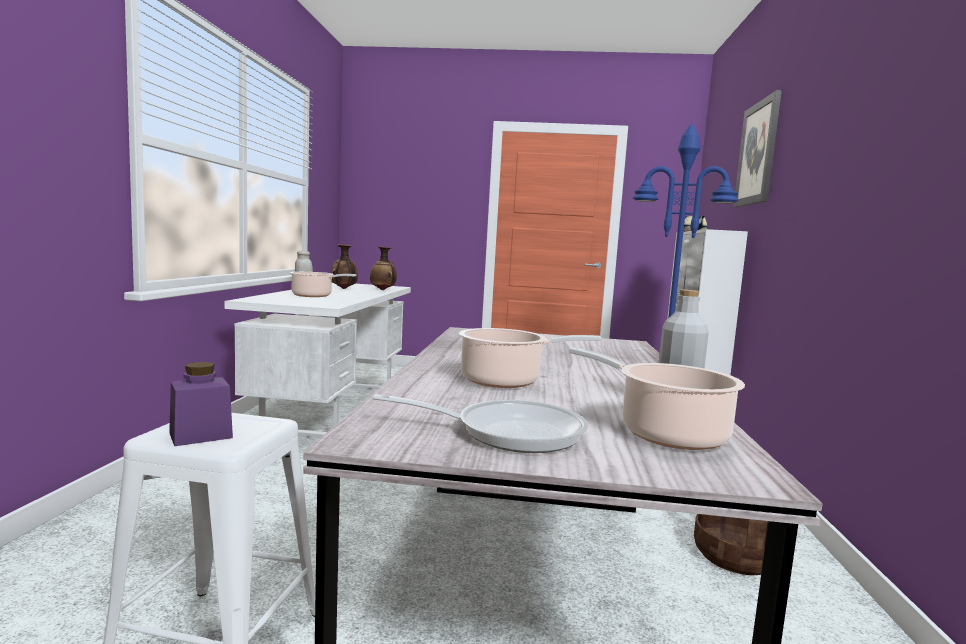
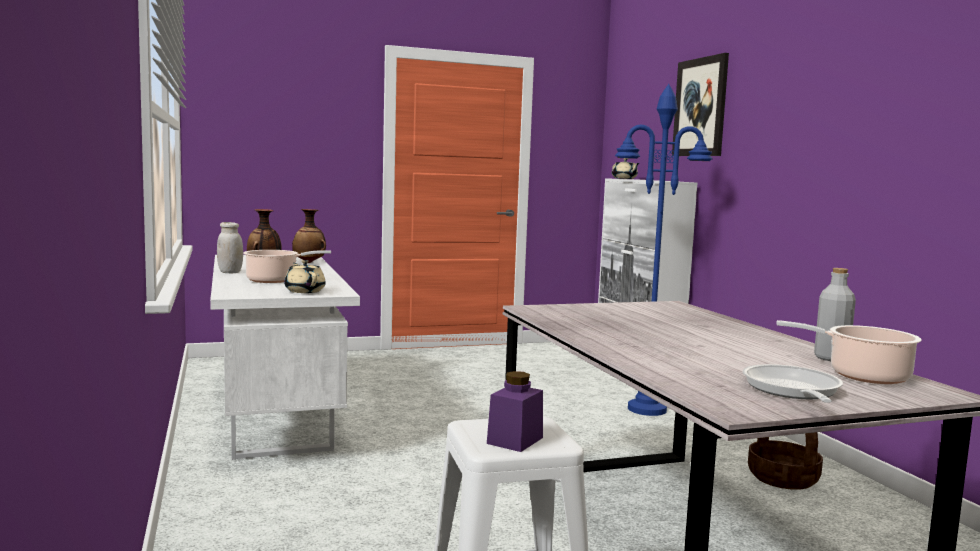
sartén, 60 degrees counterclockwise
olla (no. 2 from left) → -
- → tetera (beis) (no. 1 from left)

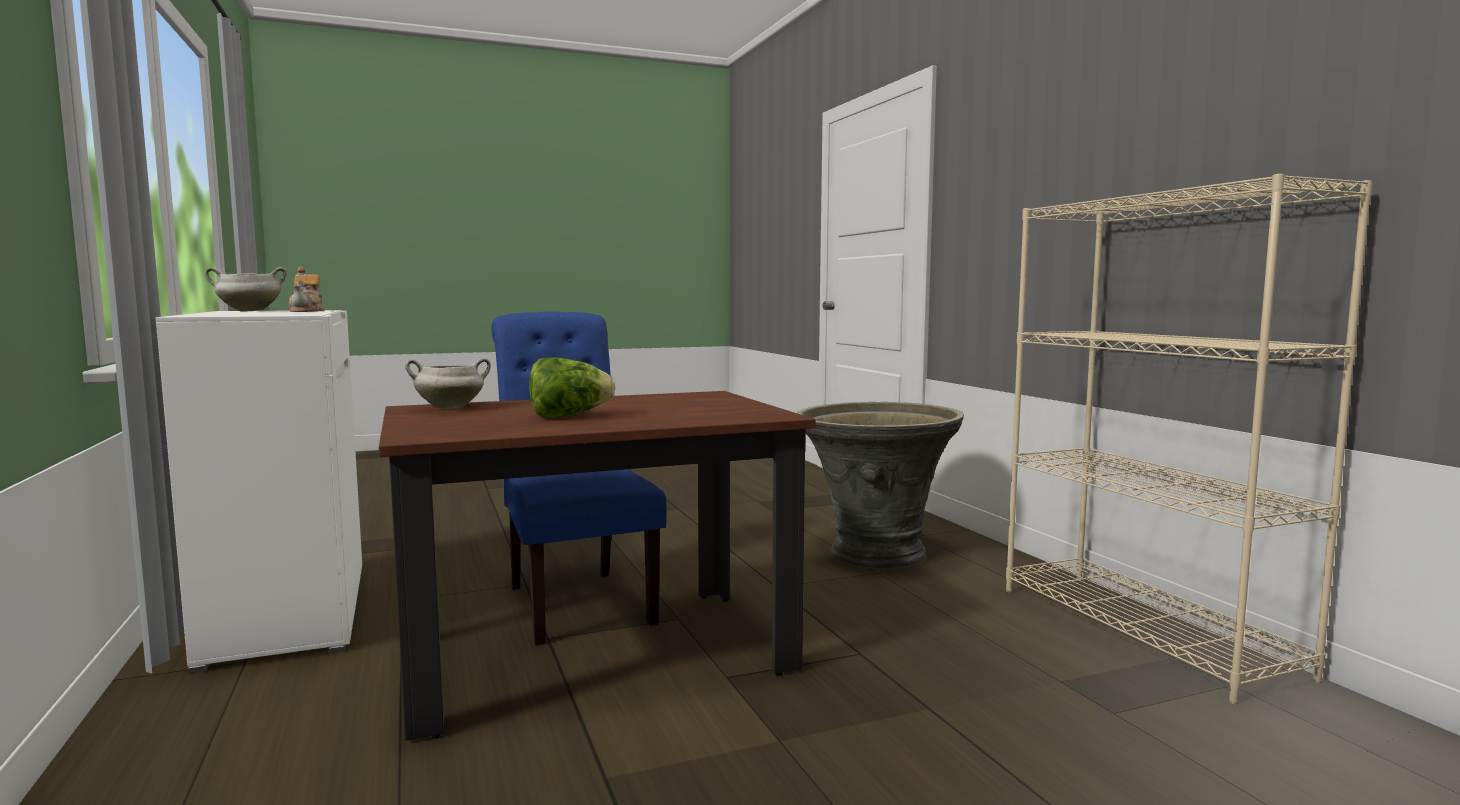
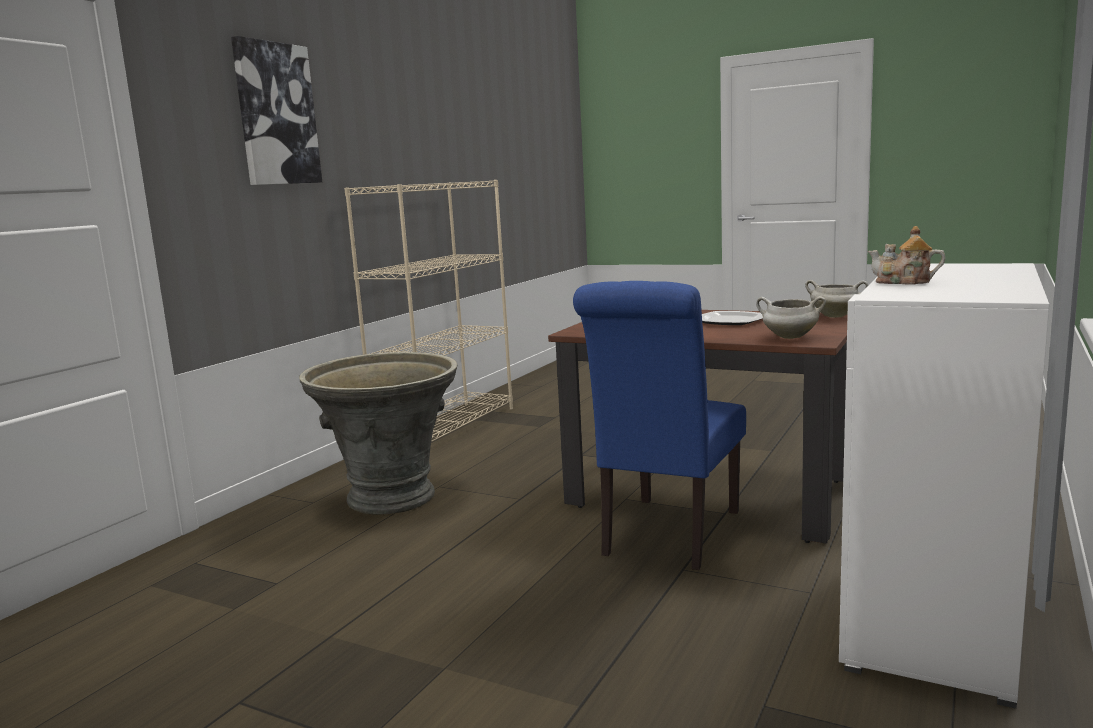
olla (blanco) (no. 1 from left in the first image) → olla (blanco) (no. 2 from left), shifted
tetera, 105 degrees counterclockwise
lechuga → plato
- → cuadro

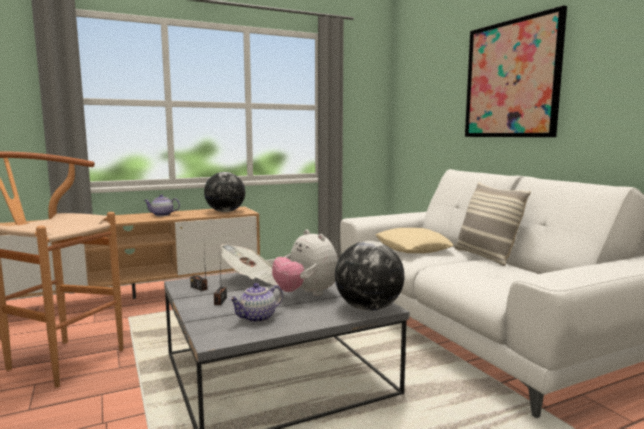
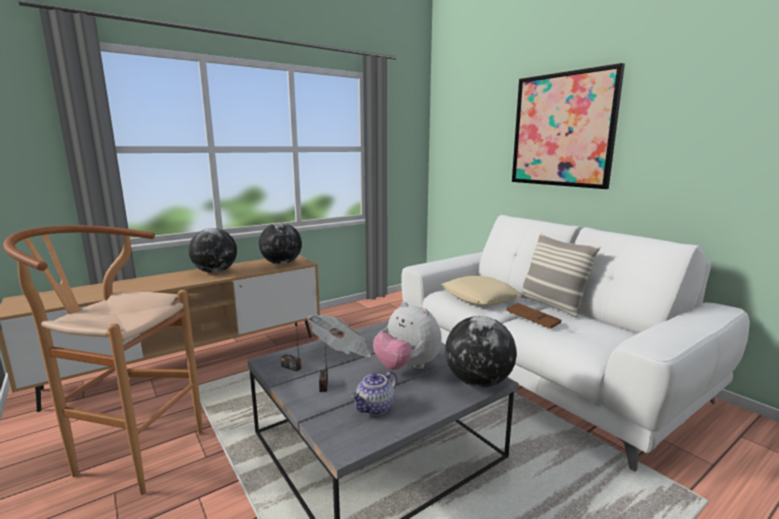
tetera (no. 1 from left) → globo terráqueo (no. 1 from left)
- → bandeja (marrón)

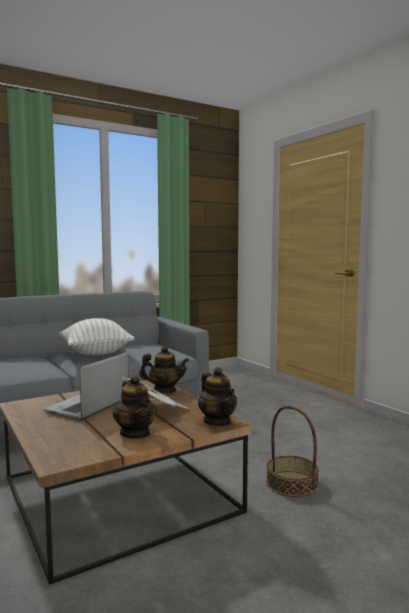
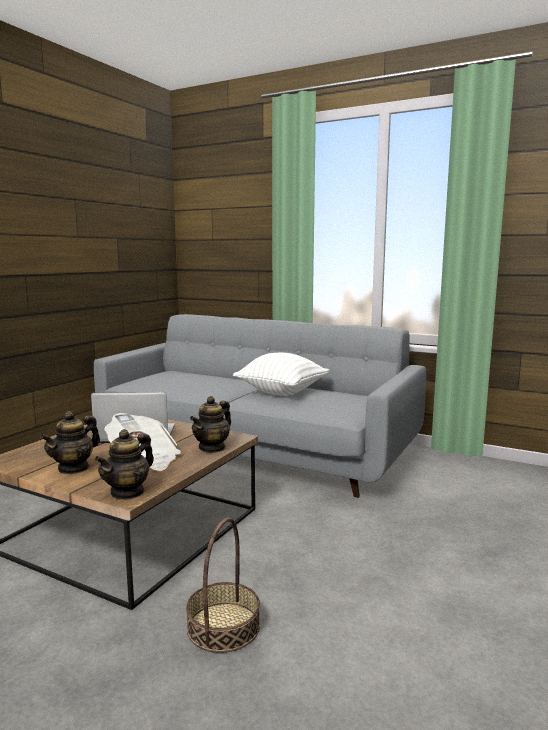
tetera (no. 2 from left in the first image) → tetera (no. 3 from left), 60 degrees clockwise

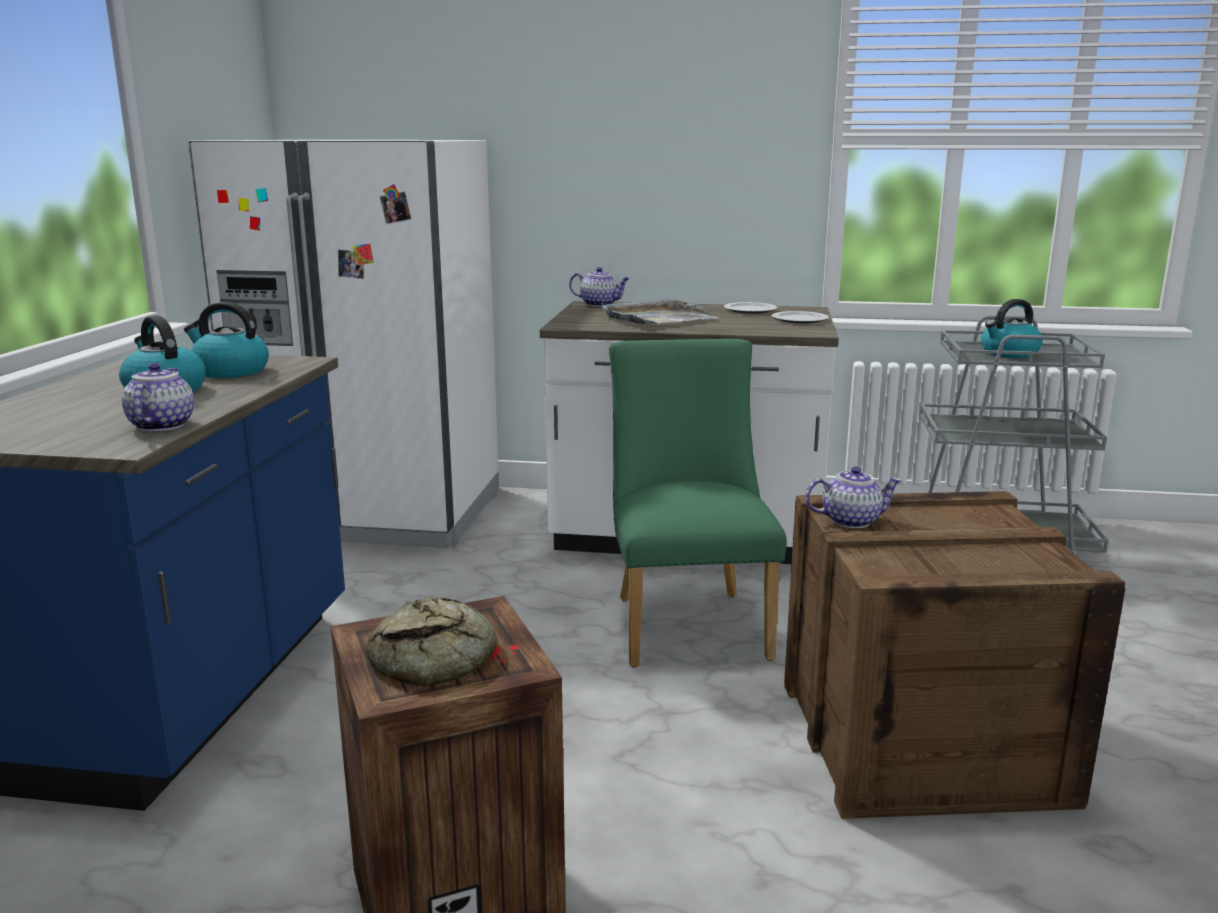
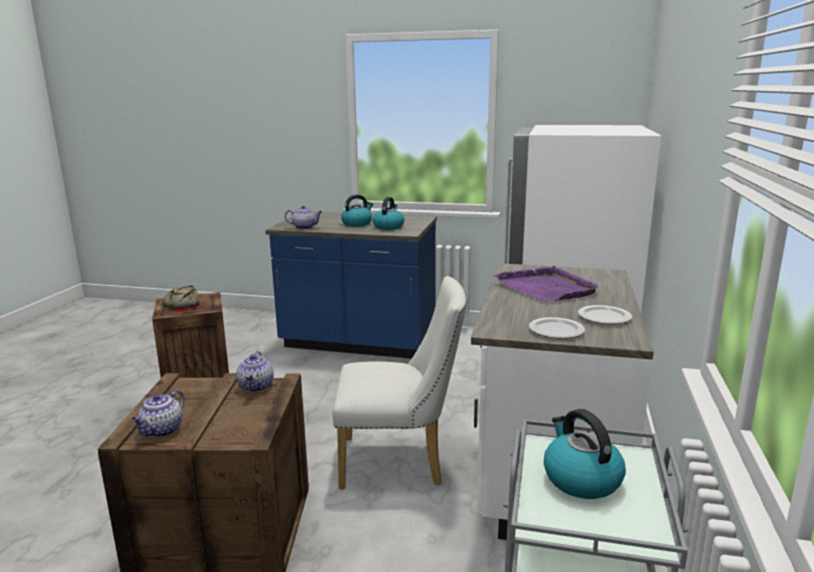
tetera (no. 2 from left in the first image) → tetera (no. 1 from left), shifted
bandeja (gris) → bandeja (morado)
silla (verde) → silla (blanco)

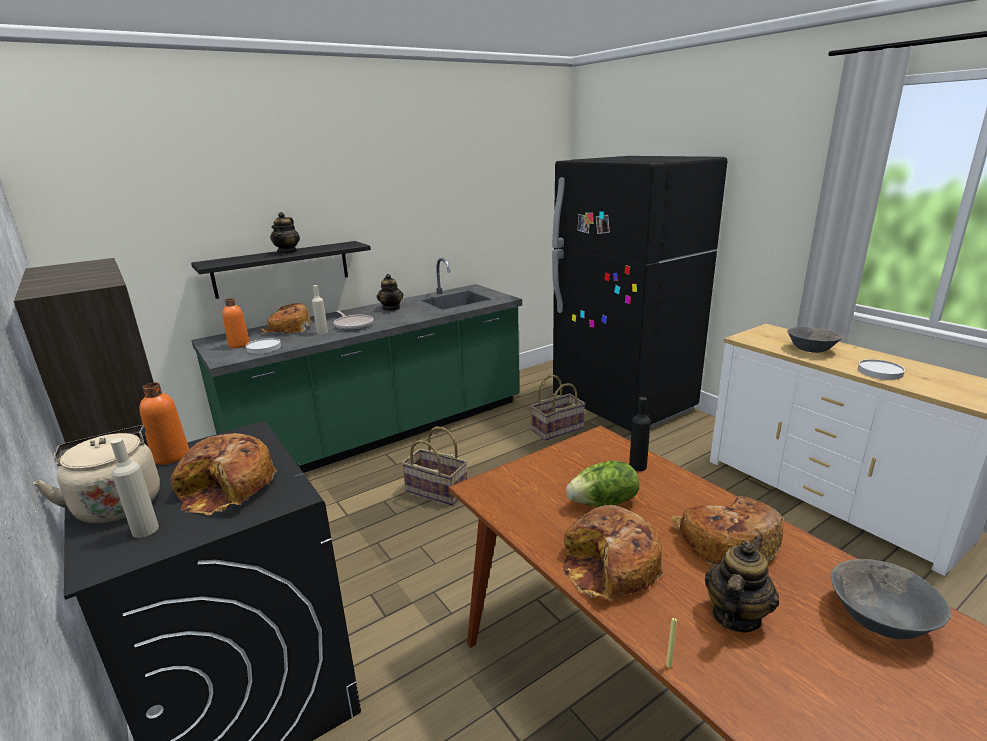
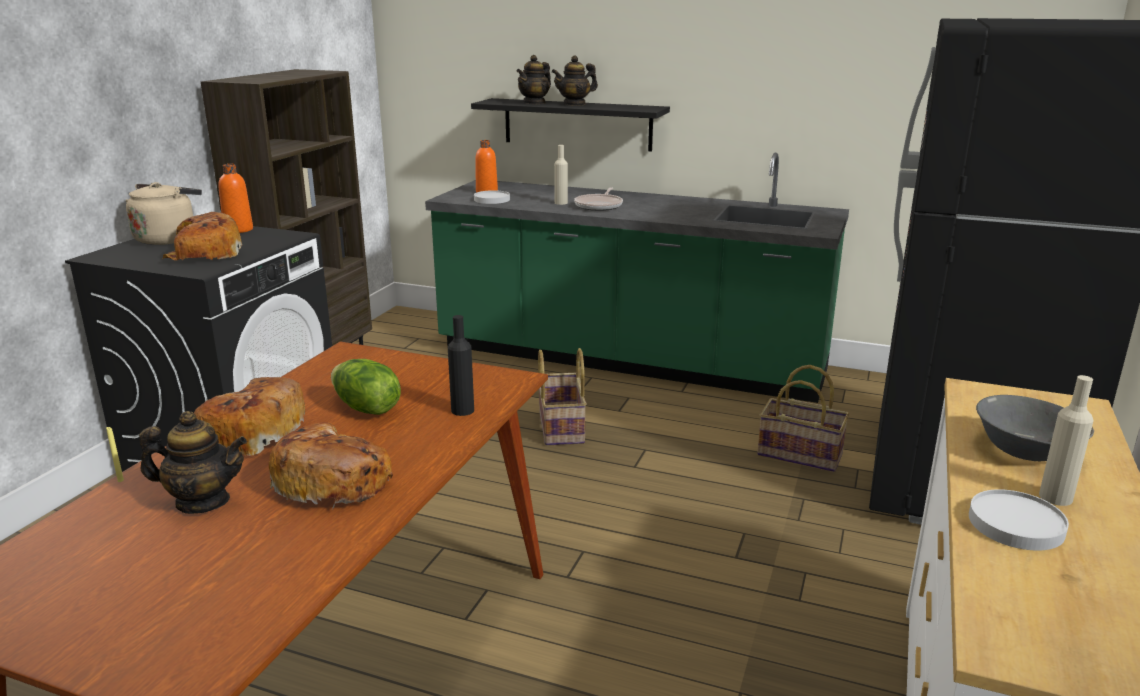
botella (beis) (no. 1 from left in the first image) → botella (beis) (no. 2 from left), shifted
pan (no. 2 from left) → -
tetera (no. 2 from left), shifted
cuenco (gris) (no. 2 from left) → -

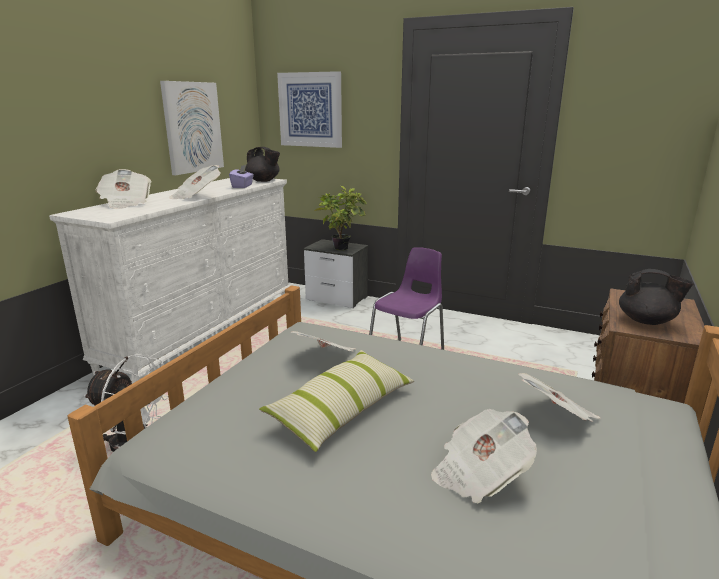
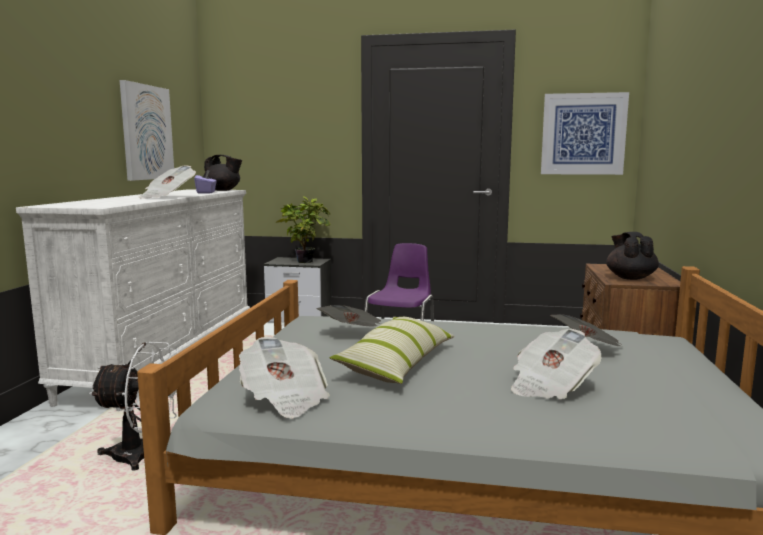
periódico (no. 1 from left in the first image) → periódico (no. 2 from left), shifted
cuadro (no. 2 from left), shifted
tetera (negro) (no. 2 from left), 105 degrees counterclockwise

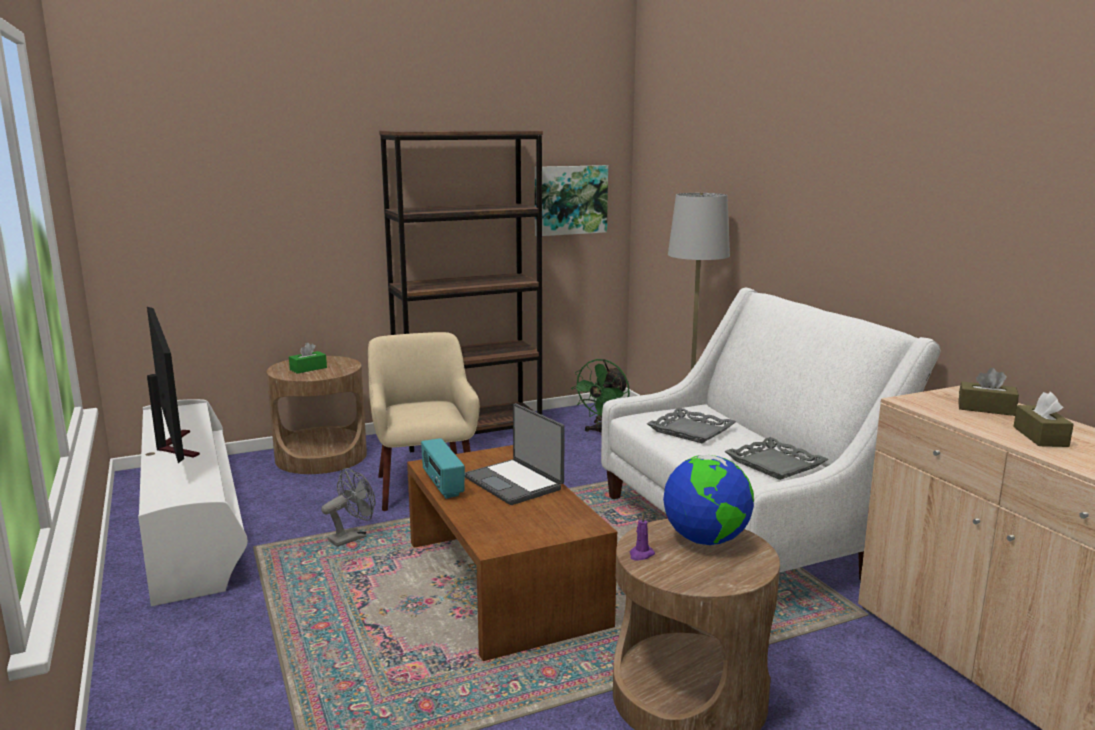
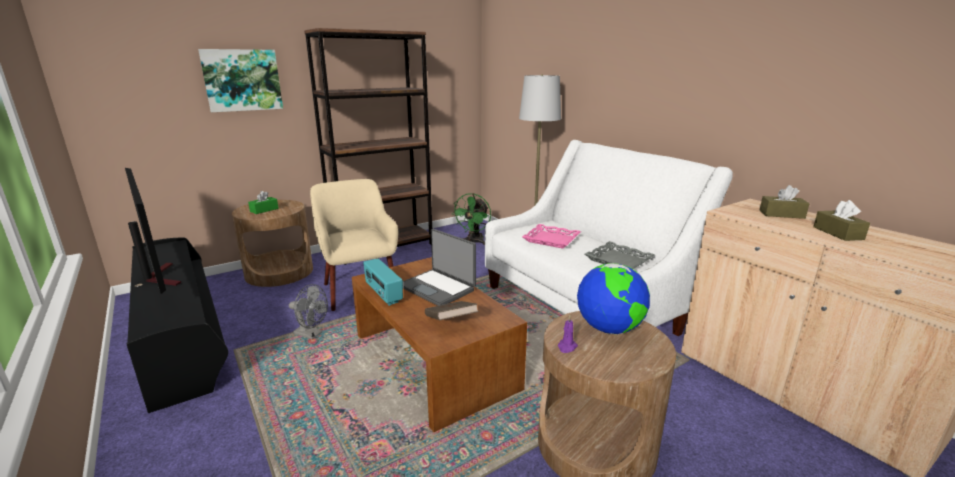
mueble de televisión (blanco) → mueble de televisión (negro)
ventilador (gris), 75 degrees clockwise
cuadro, shifted
bandeja (gris) (no. 1 from left) → bandeja (rosa)
- → libro (marrón)

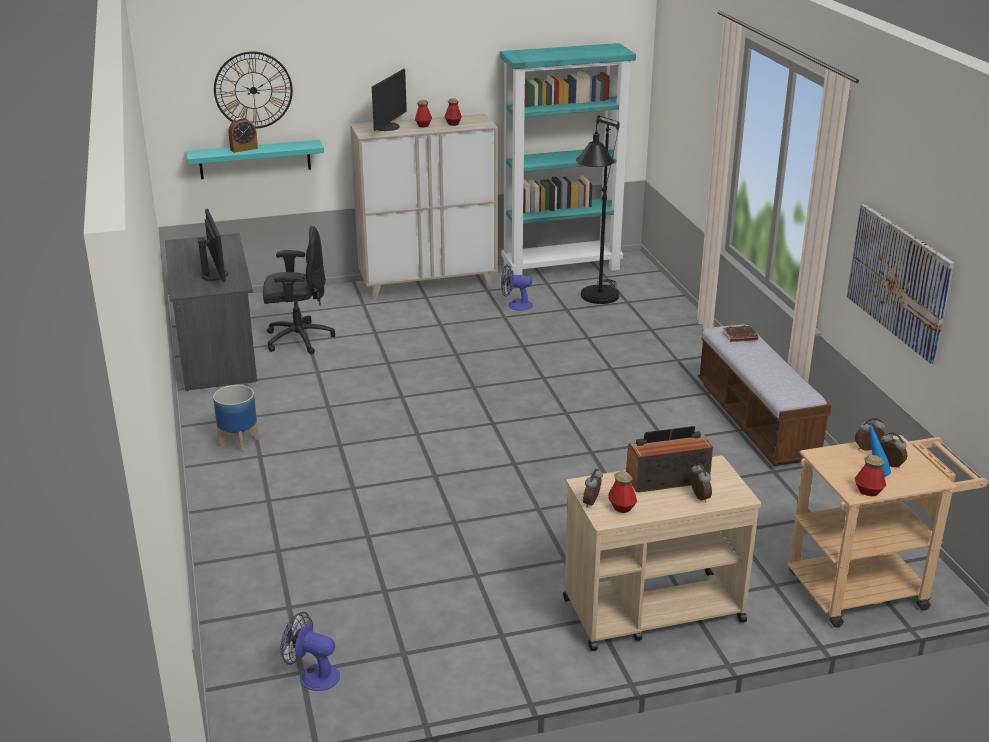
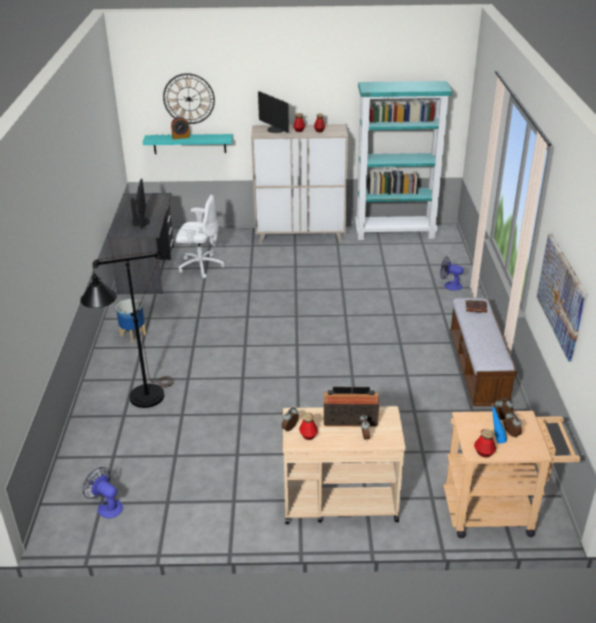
silla de oficina (negro) → silla de oficina (blanco)
monitor (no. 2 from left), 105 degrees clockwise
ventilador (no. 2 from left), shifted
lámpara de pie (negro), shifted

